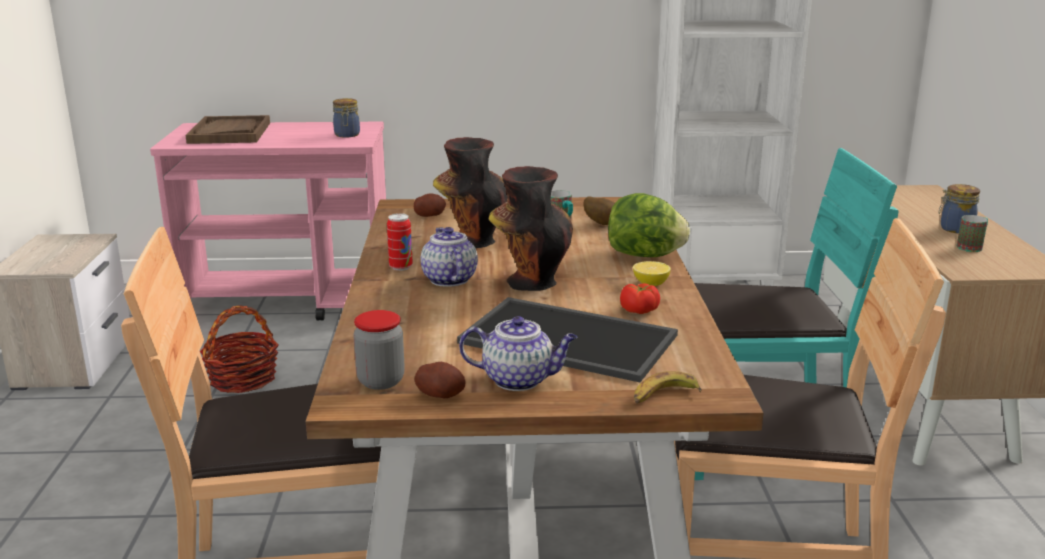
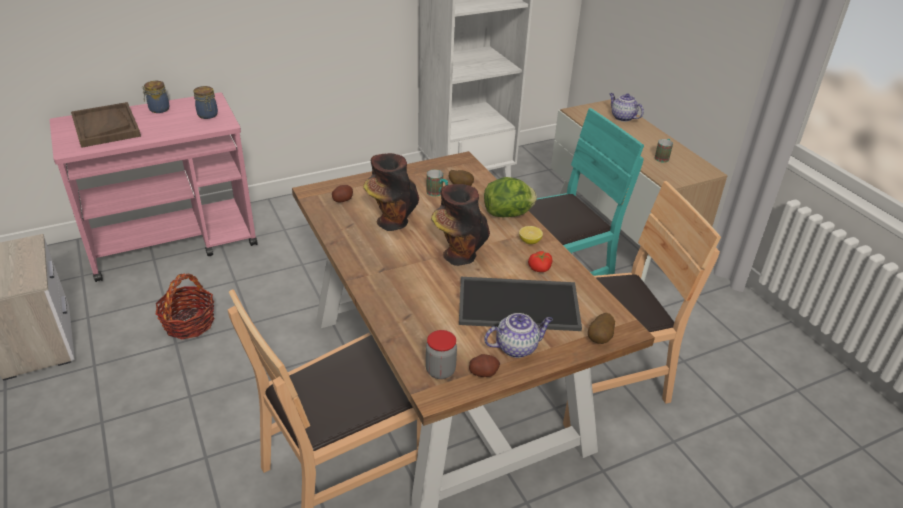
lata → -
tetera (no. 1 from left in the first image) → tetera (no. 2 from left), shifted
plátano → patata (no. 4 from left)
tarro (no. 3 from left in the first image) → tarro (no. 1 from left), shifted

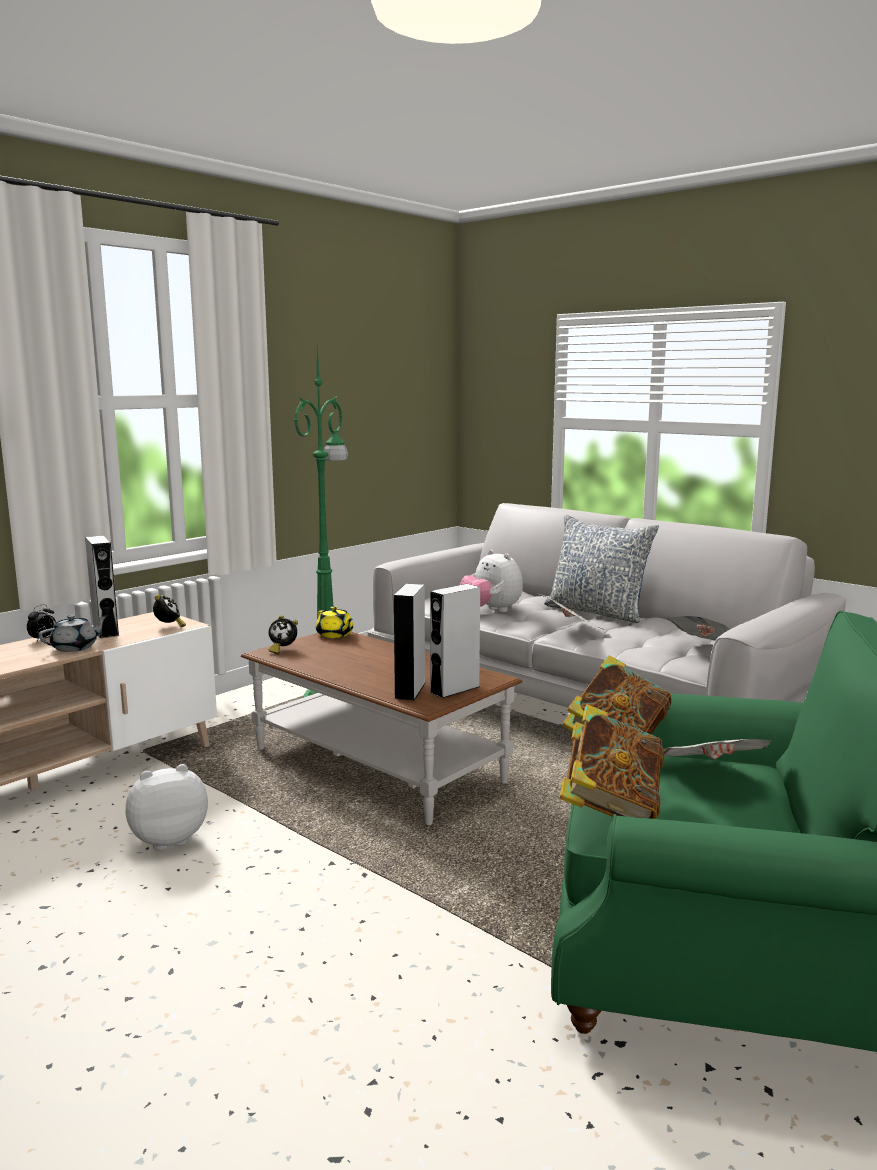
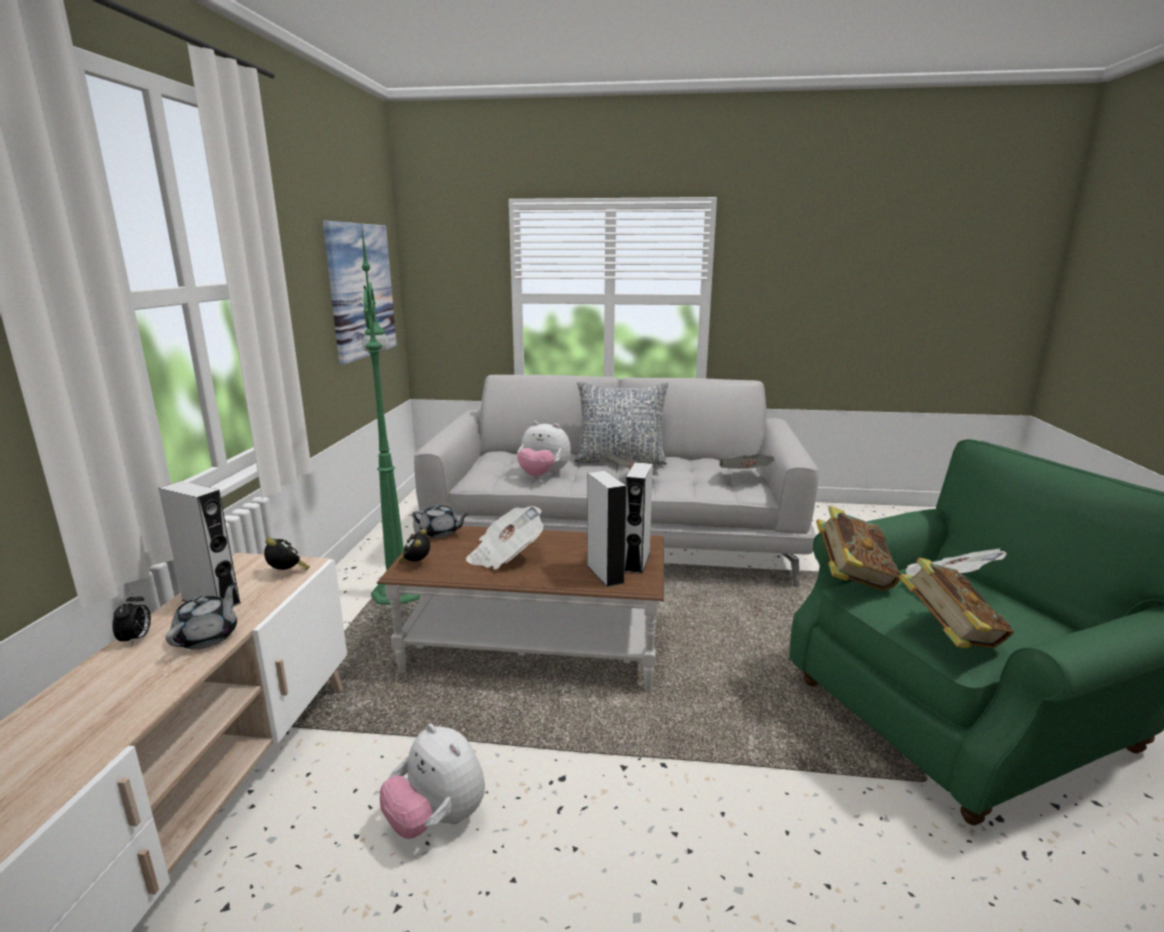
peluche (no. 1 from left), 75 degrees counterclockwise
despertador (no. 3 from left), 120 degrees clockwise
tetera (amarillo) → tetera (gris) (no. 2 from left)
- → cuadro
- → periódico (no. 1 from left)

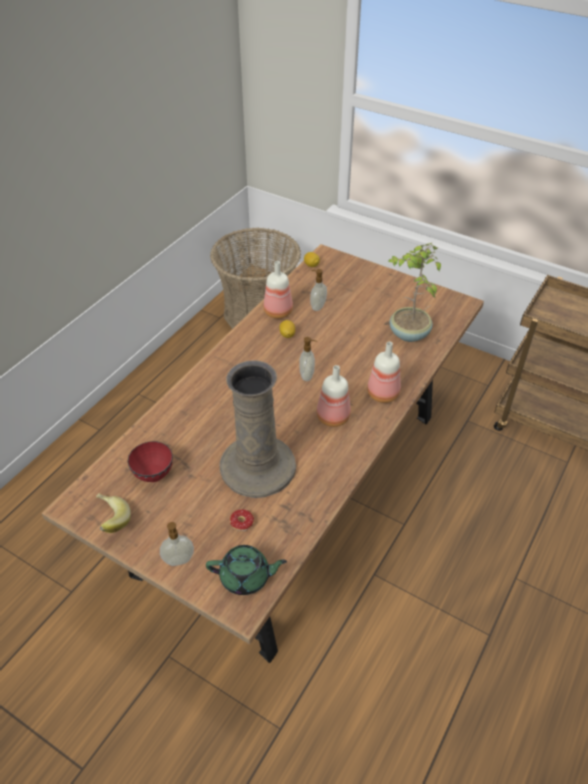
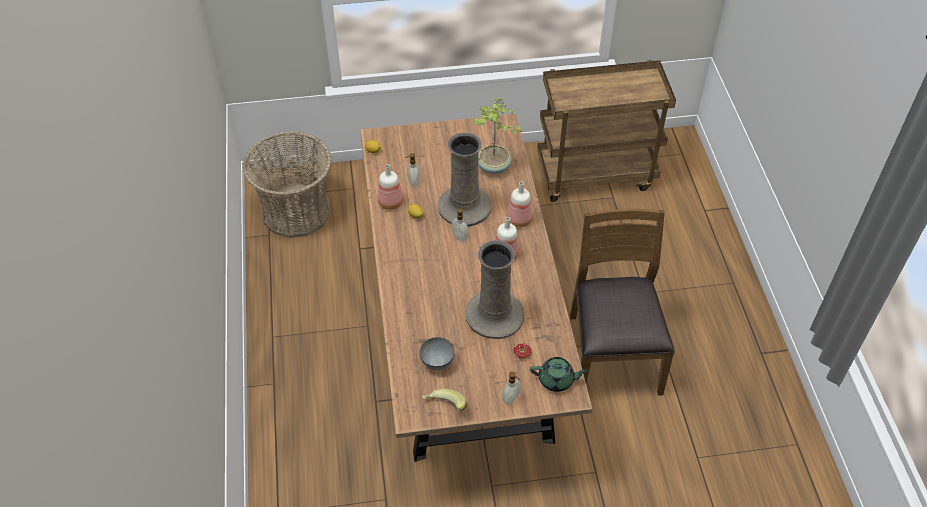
cuenco (rojo) → cuenco (gris)
tetera (verde), 45 degrees clockwise
- → florero (beis) (no. 1 from left)
- → silla (marrón)

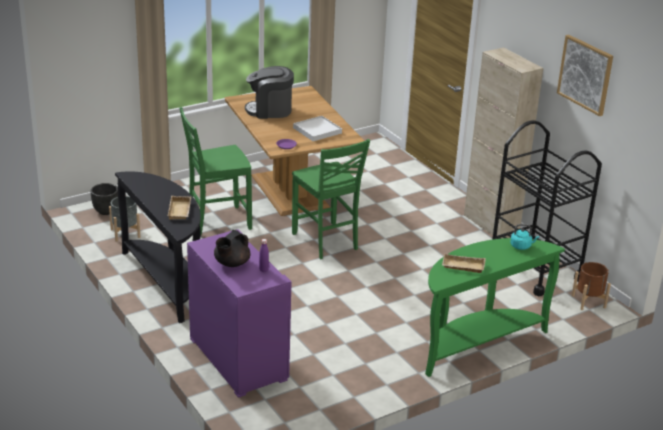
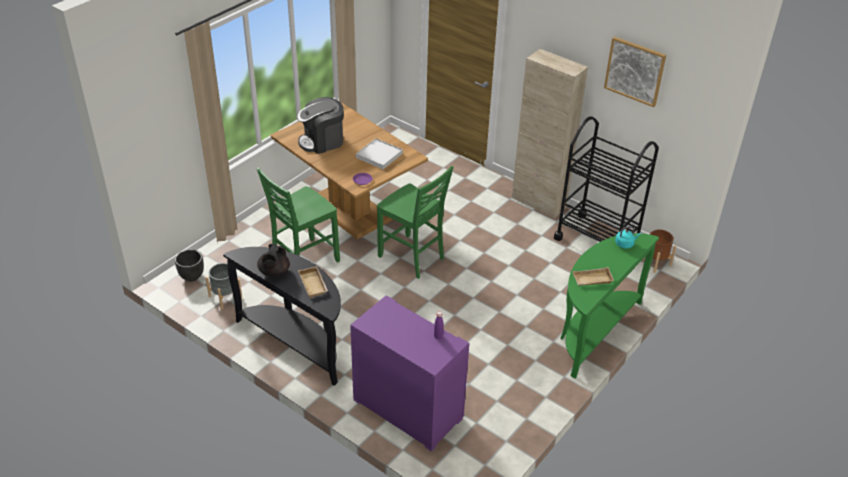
tetera (negro), shifted

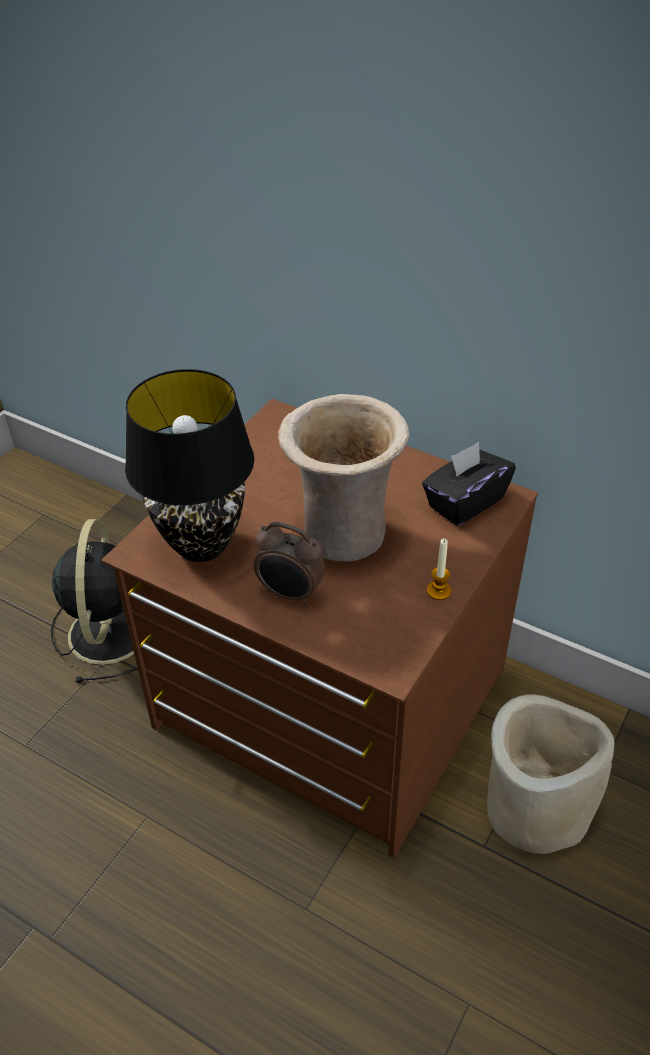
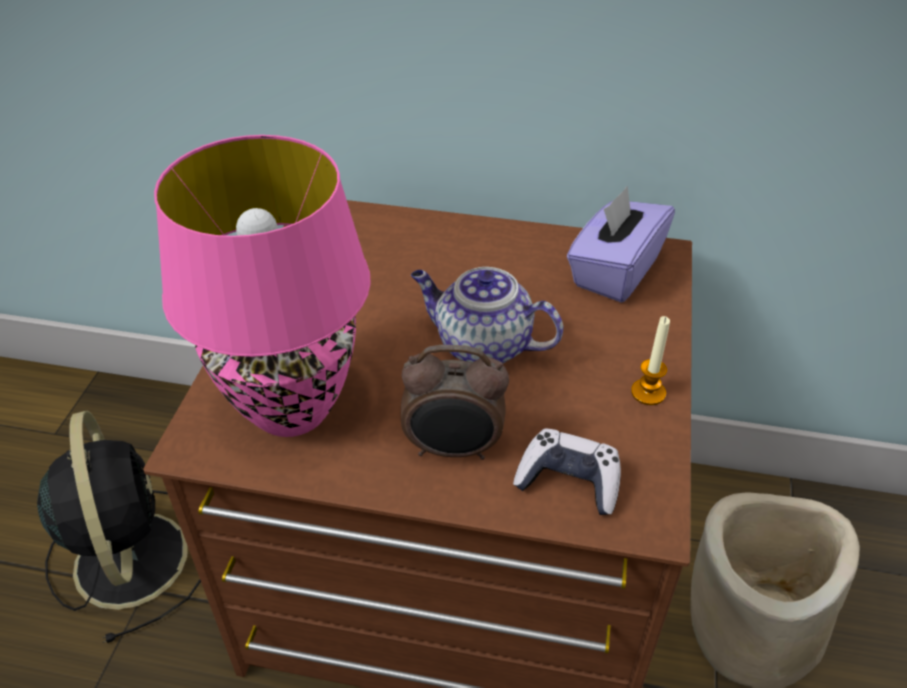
lámpara de mesa (negro) → lámpara de mesa (rosa)
florero (beis) → tetera
caja de pañuelos (negro) → caja de pañuelos (morado)
- → mando de consola

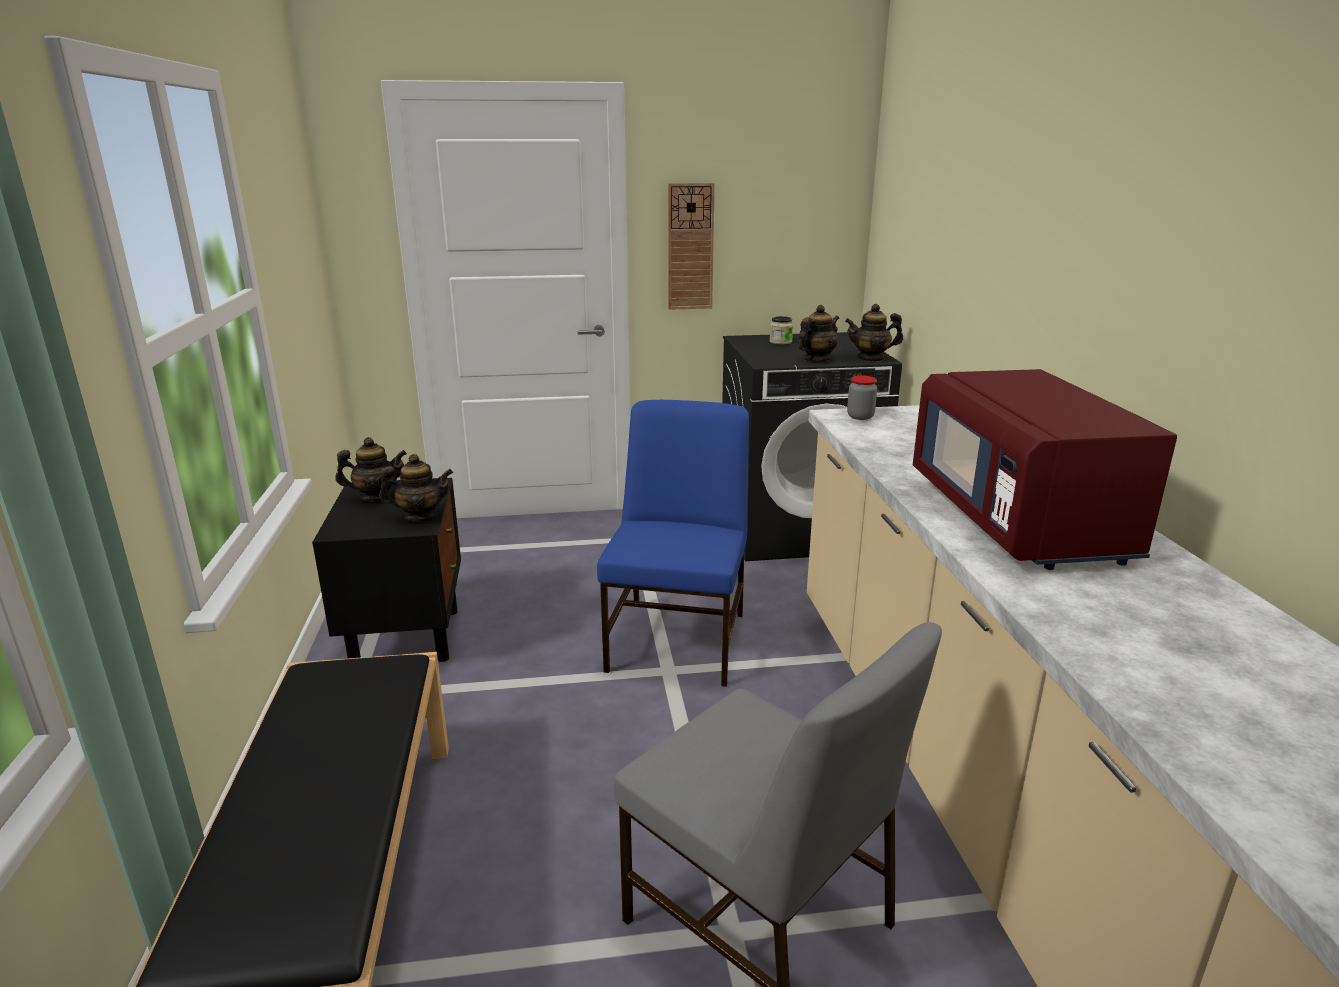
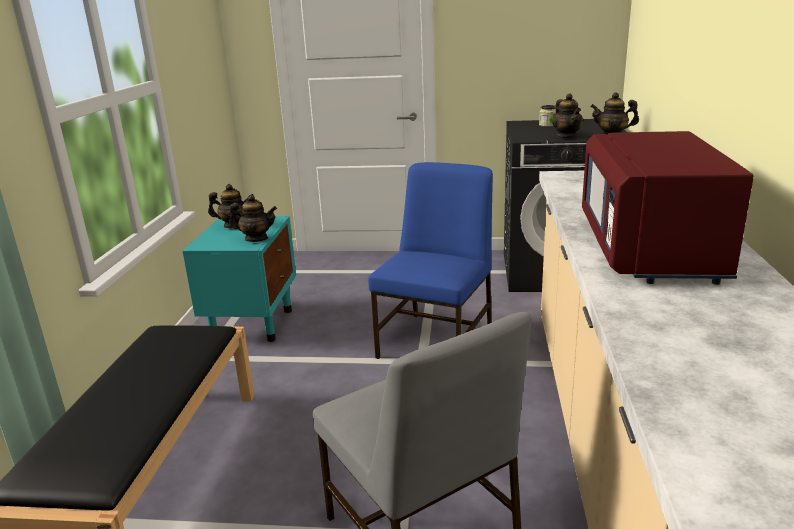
mesita de noche (negro) → mesita de noche (turquesa)
reloj de pared → -
tetera (no. 3 from left), 105 degrees clockwise
tarro (no. 2 from left) → -

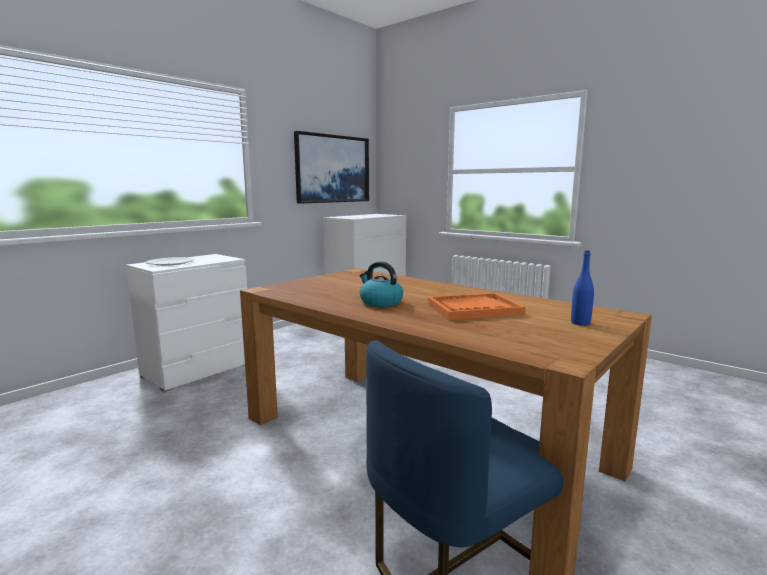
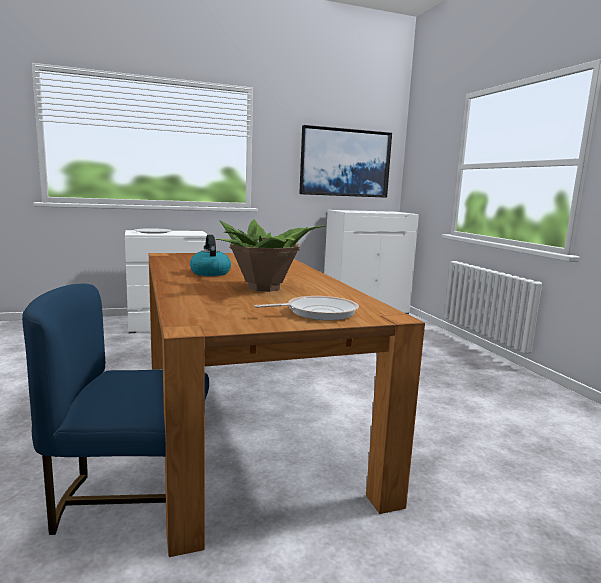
bandeja (naranja) → planta en maceta
botella (azul) → sartén

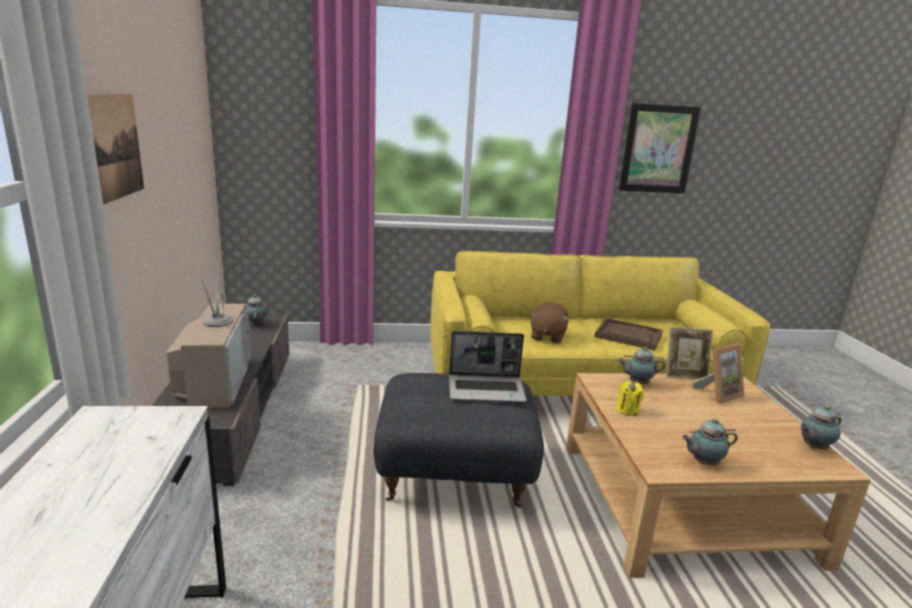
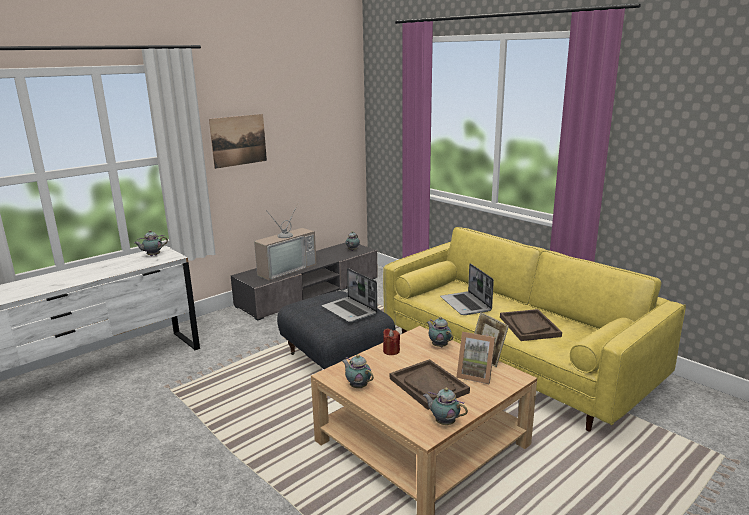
peluche (marrón) → portátil (no. 2 from left)
vela (amarillo) → vela (rojo)
cuadro (no. 2 from left) → -
- → tetera (no. 1 from left)
- → bandeja (marrón) (no. 1 from left)

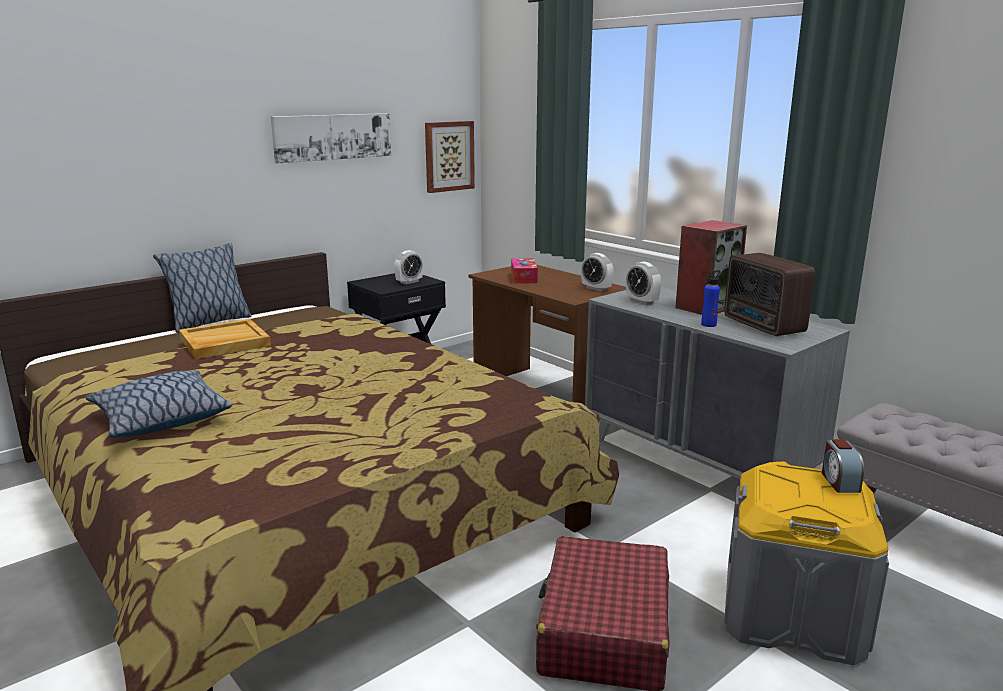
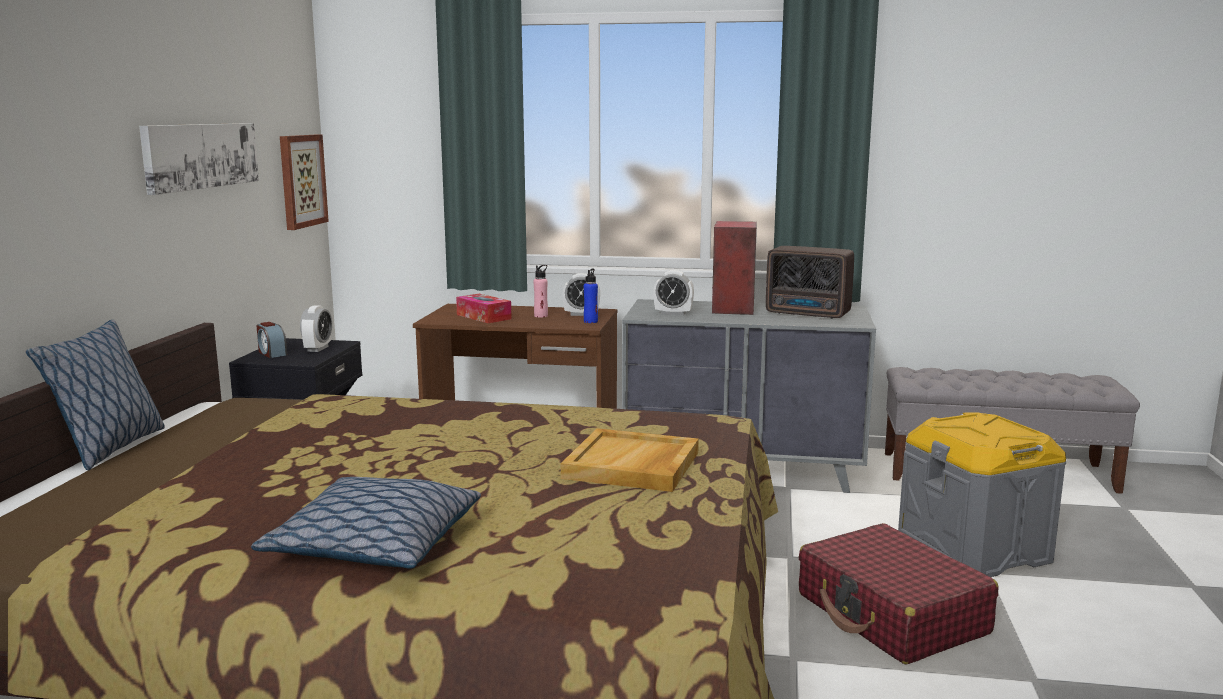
bandeja (beis), shifted
botella (azul), shifted
despertador (no. 4 from left in the first image) → despertador (no. 1 from left), shifted
- → botella (rosa)

